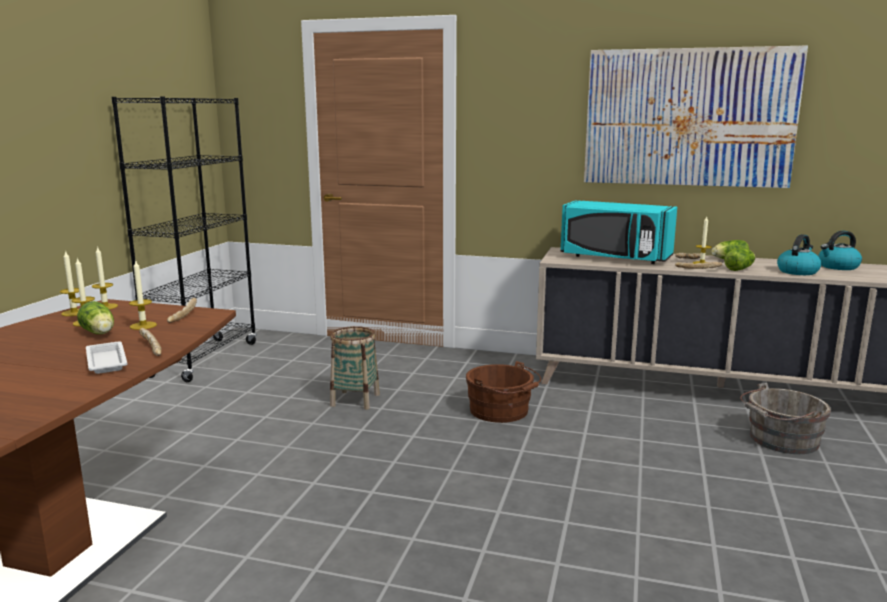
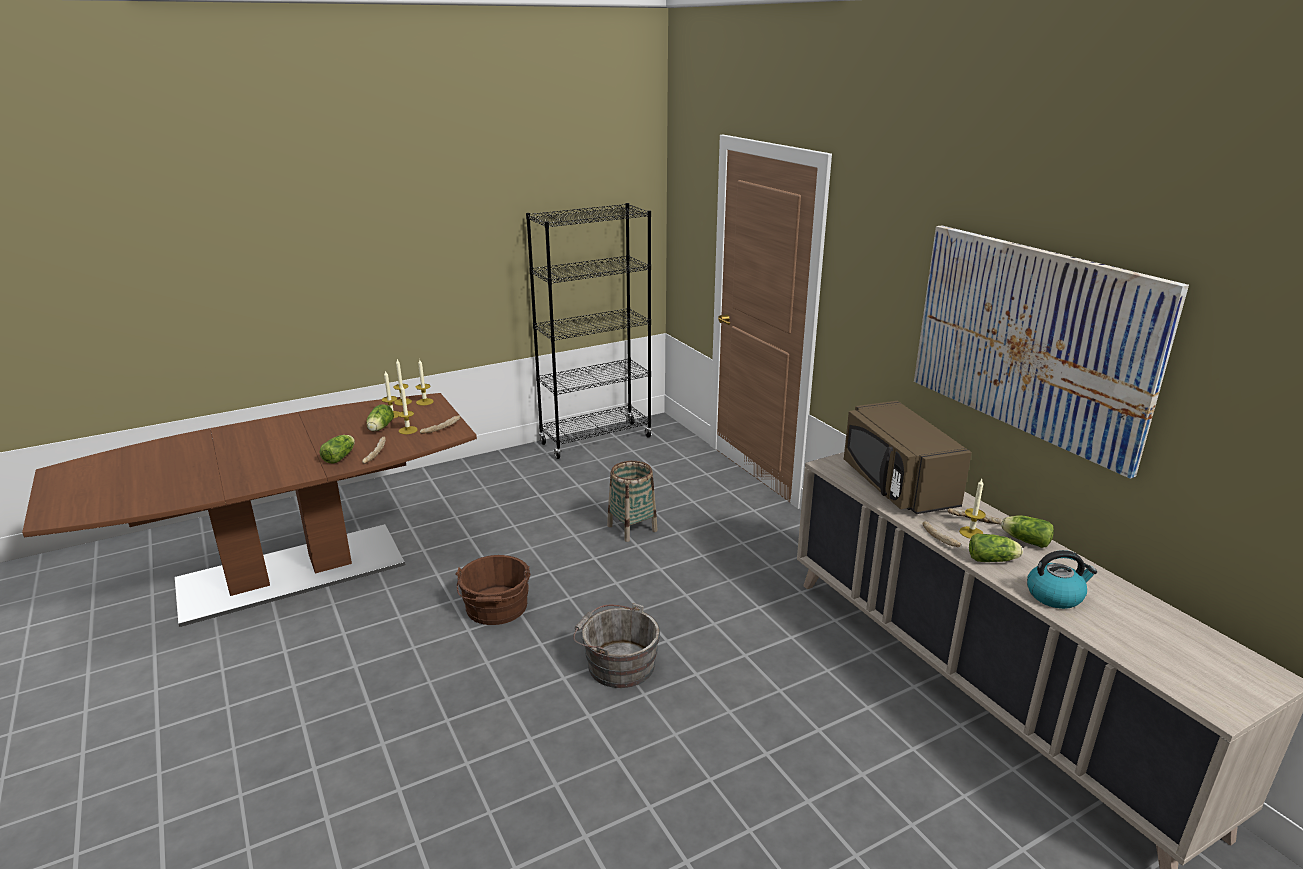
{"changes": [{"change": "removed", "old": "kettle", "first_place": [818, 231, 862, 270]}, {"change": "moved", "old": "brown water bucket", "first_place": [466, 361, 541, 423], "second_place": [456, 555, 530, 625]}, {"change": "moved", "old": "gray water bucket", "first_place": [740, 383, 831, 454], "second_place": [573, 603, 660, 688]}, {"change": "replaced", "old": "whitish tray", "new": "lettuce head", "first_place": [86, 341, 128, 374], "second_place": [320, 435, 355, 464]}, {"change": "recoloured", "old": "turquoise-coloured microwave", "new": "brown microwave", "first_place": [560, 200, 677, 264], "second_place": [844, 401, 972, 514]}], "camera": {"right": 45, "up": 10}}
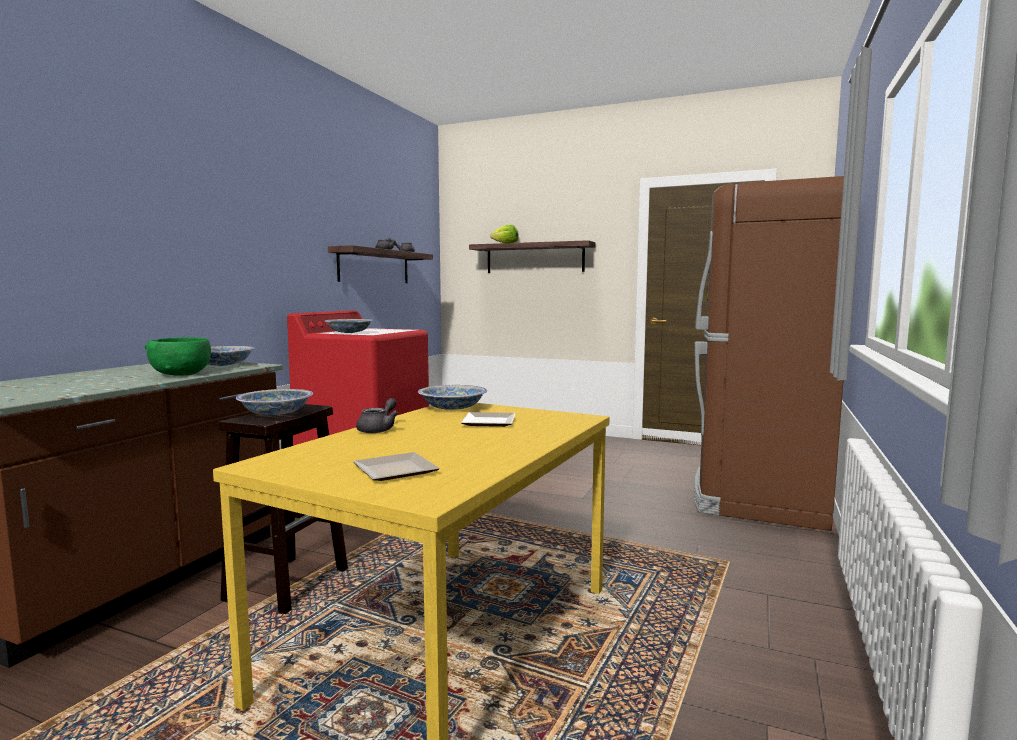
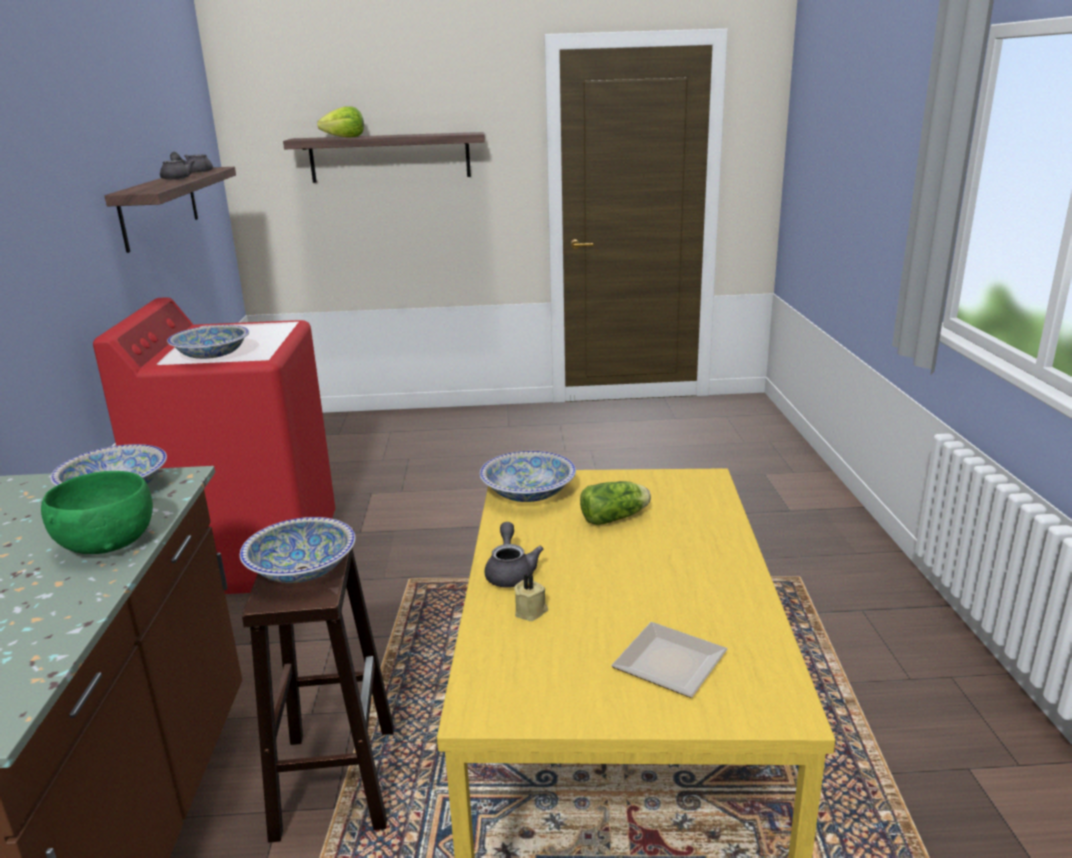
{"changes": [{"change": "removed", "old": "brown refrigerator", "first_place": [694, 176, 844, 531]}, {"change": "added", "new": "beige candle", "second_place": [514, 574, 548, 621]}, {"change": "replaced", "old": "dinner plate", "new": "lettuce head", "first_place": [461, 412, 516, 427], "second_place": [580, 481, 651, 525]}], "camera": {"right": -25, "up": 15}}
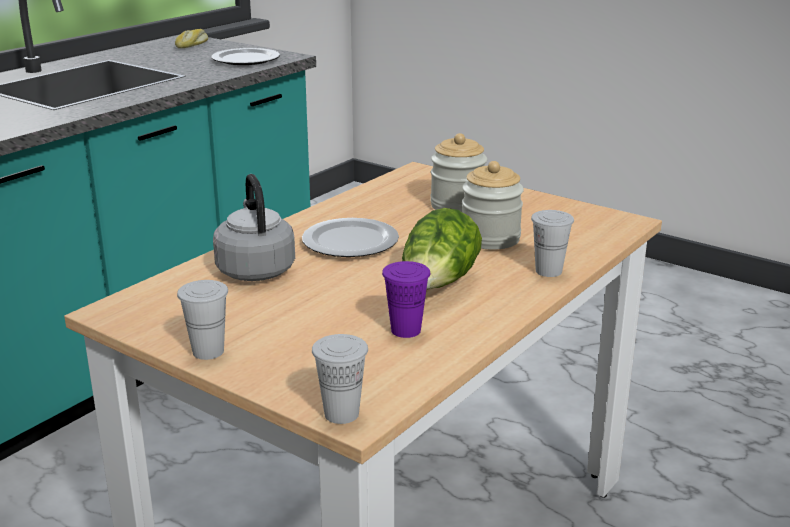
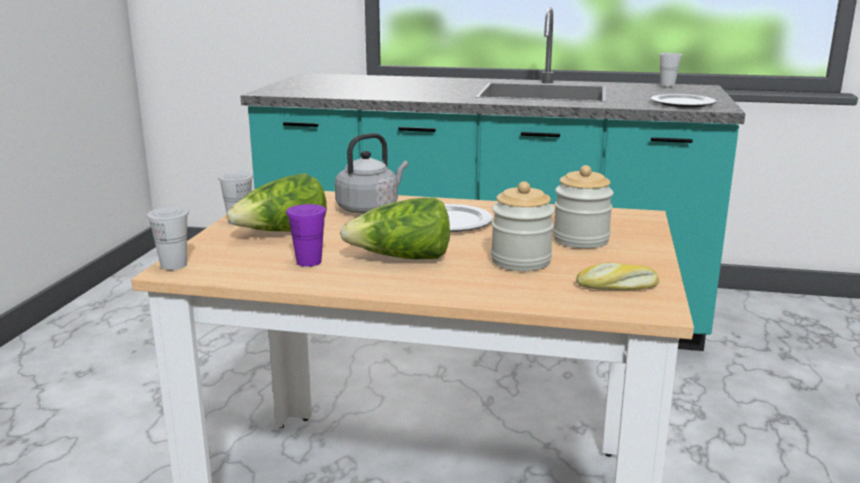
{"changes": [{"change": "added", "new": "lettuce head", "second_place": [227, 173, 327, 232]}, {"change": "moved", "old": "bakery bread", "first_place": [175, 29, 208, 48], "second_place": [576, 263, 659, 290]}, {"change": "moved", "old": "whitish small cup", "first_place": [531, 210, 574, 277], "second_place": [659, 53, 682, 87]}], "camera": {"right": 65, "up": -5}}
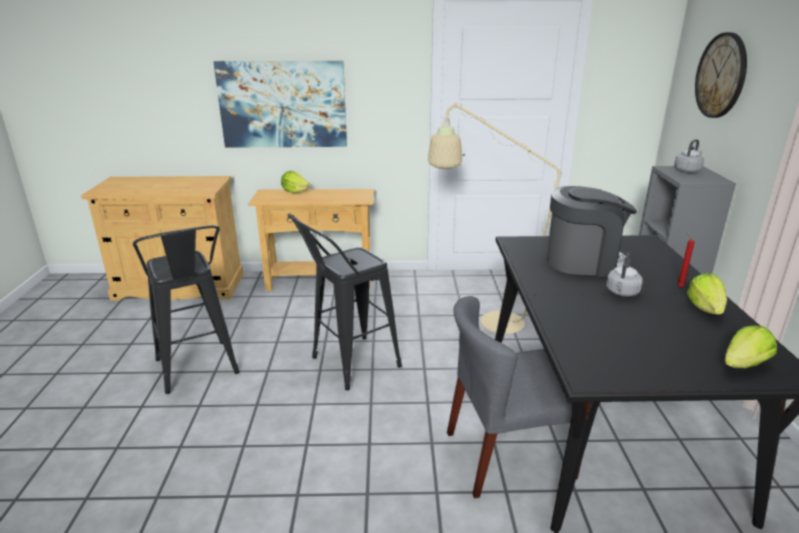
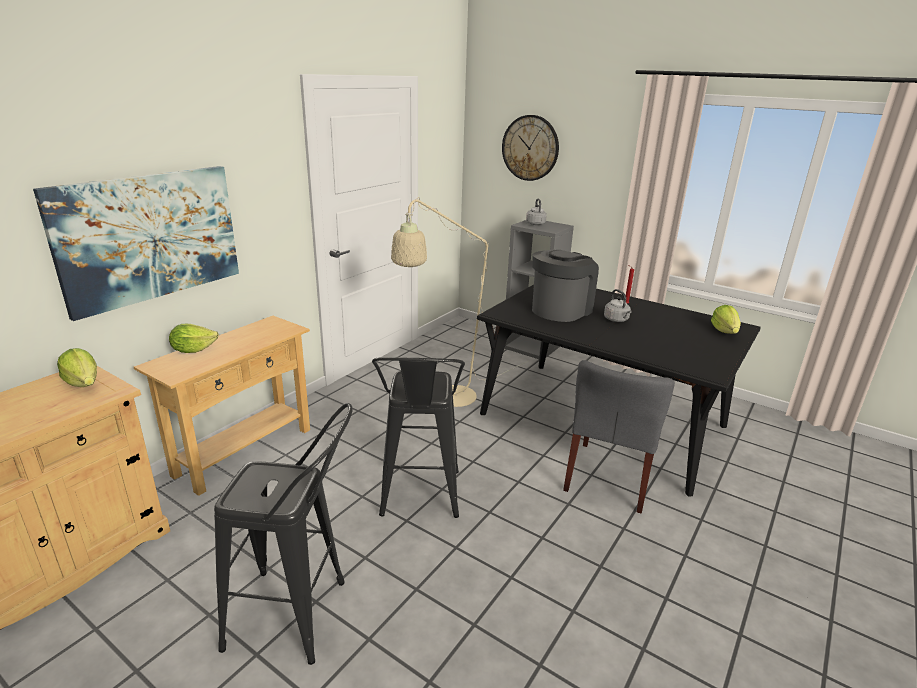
{"changes": [{"change": "moved", "old": "lettuce head", "first_place": [687, 273, 727, 315], "second_place": [57, 348, 97, 387]}], "camera": {"right": -55, "up": 0}}
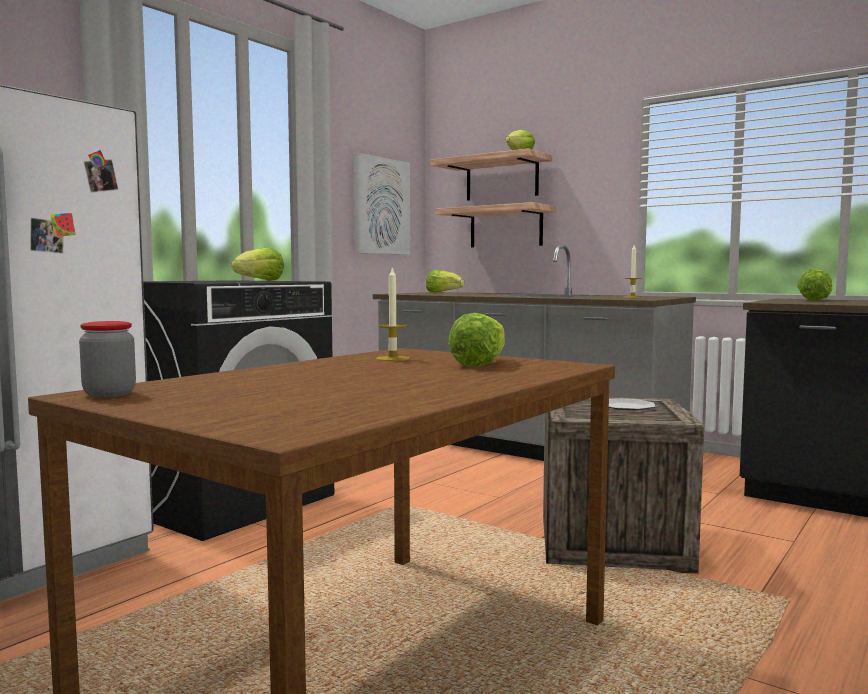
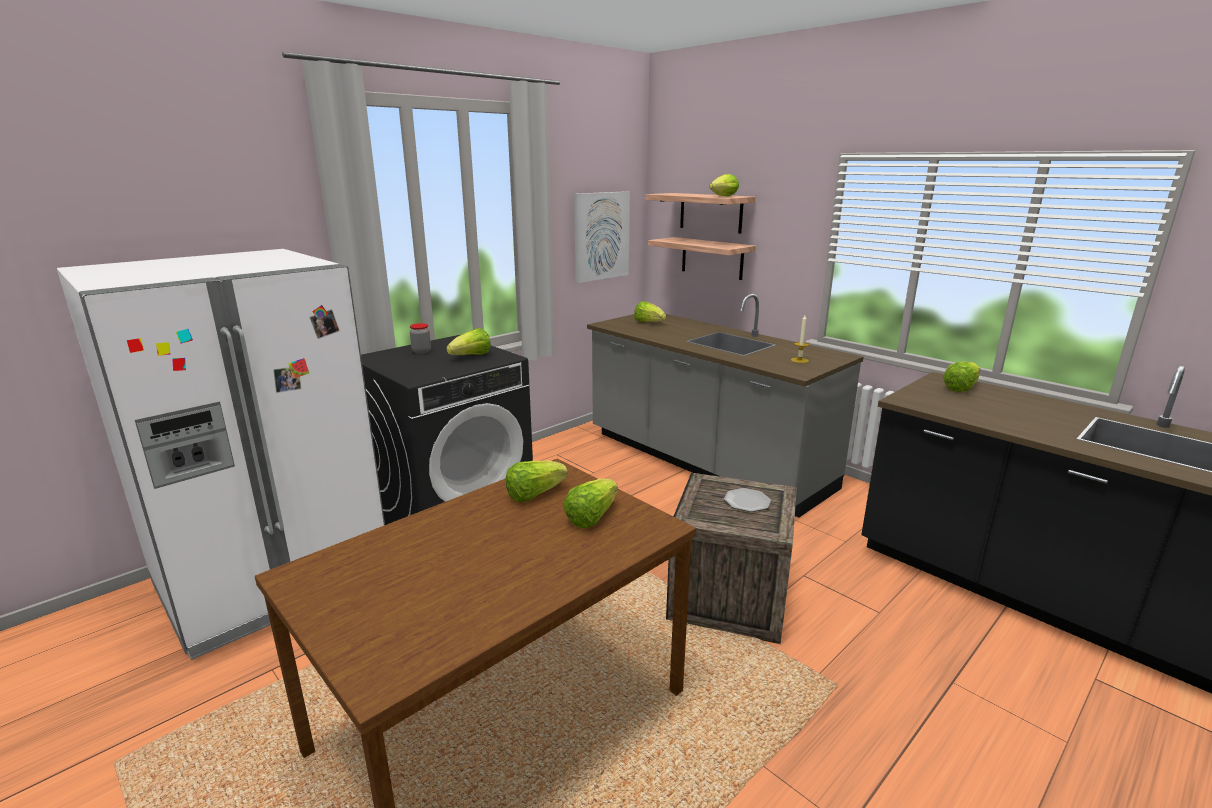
{"changes": [{"change": "moved", "old": "storage jar", "first_place": [79, 321, 136, 397], "second_place": [410, 323, 431, 354]}, {"change": "replaced", "old": "candle", "new": "lettuce head", "first_place": [376, 267, 410, 361], "second_place": [506, 460, 568, 502]}], "camera": {"right": 10, "up": 15}}
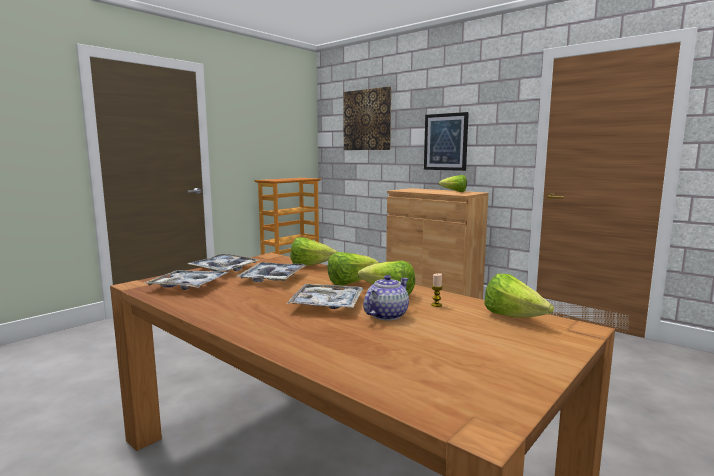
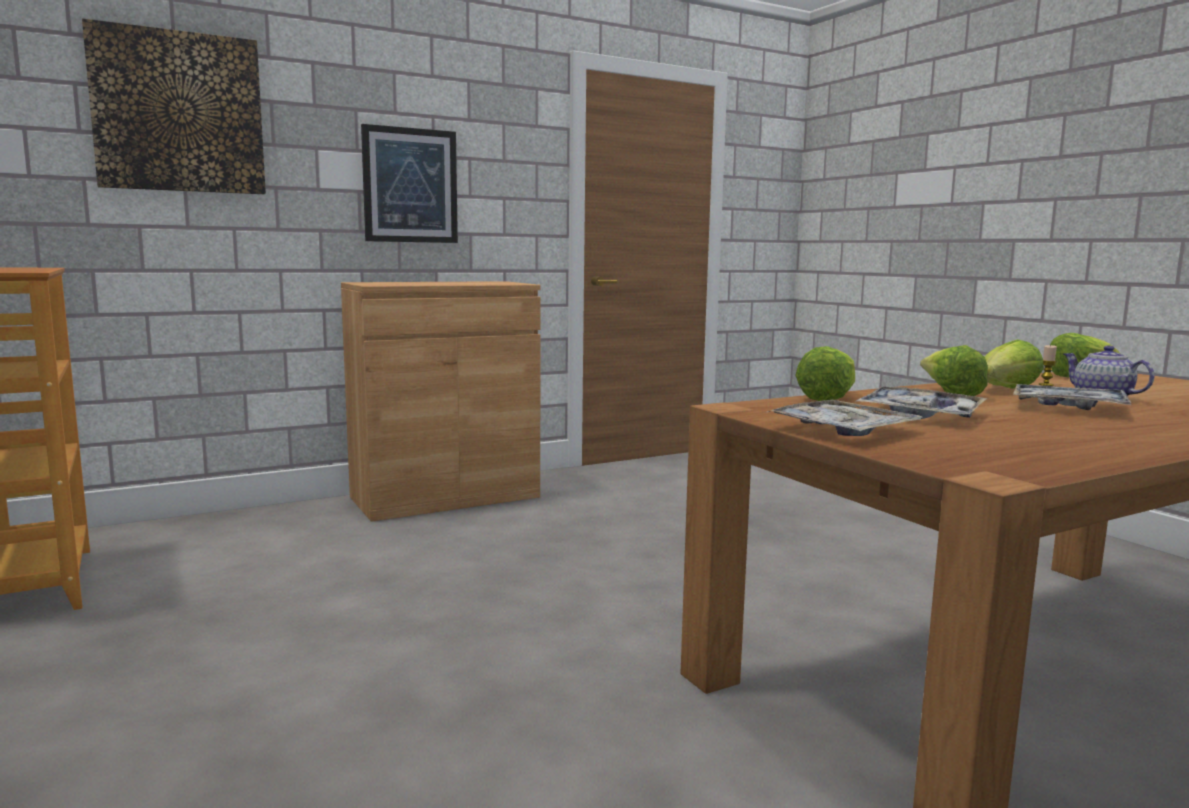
{"changes": [{"change": "removed", "old": "tray", "first_place": [144, 270, 228, 290]}, {"change": "removed", "old": "lettuce head", "first_place": [438, 175, 467, 192]}], "camera": {"right": -70, "up": 0}}
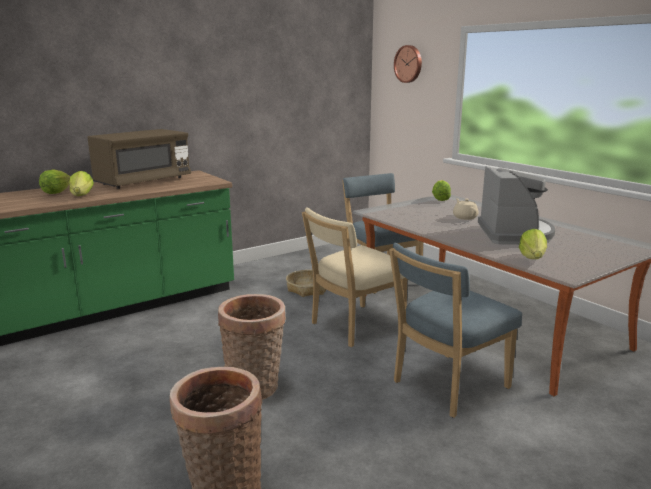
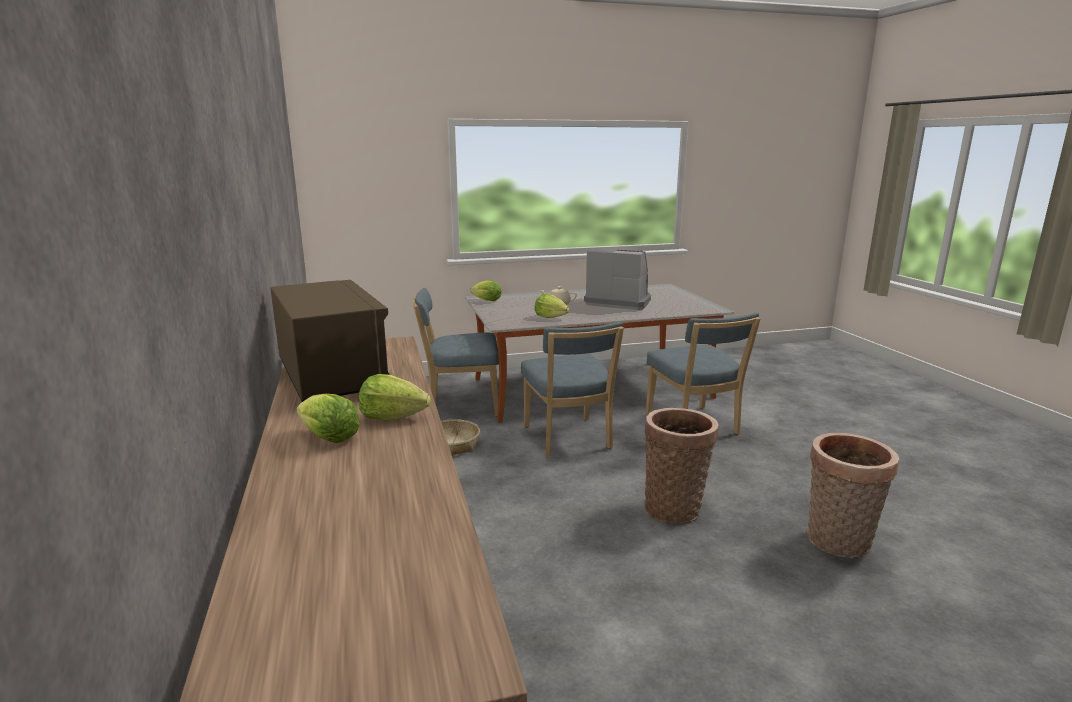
{"changes": [{"change": "removed", "old": "wall clock", "first_place": [394, 45, 422, 83]}, {"change": "moved", "old": "lettuce head", "first_place": [519, 229, 547, 259], "second_place": [535, 294, 570, 318]}, {"change": "recoloured", "old": "beige chair", "new": "bluish chair", "first_place": [302, 207, 407, 347], "second_place": [521, 322, 624, 457]}], "camera": {"right": -70, "up": 0}}
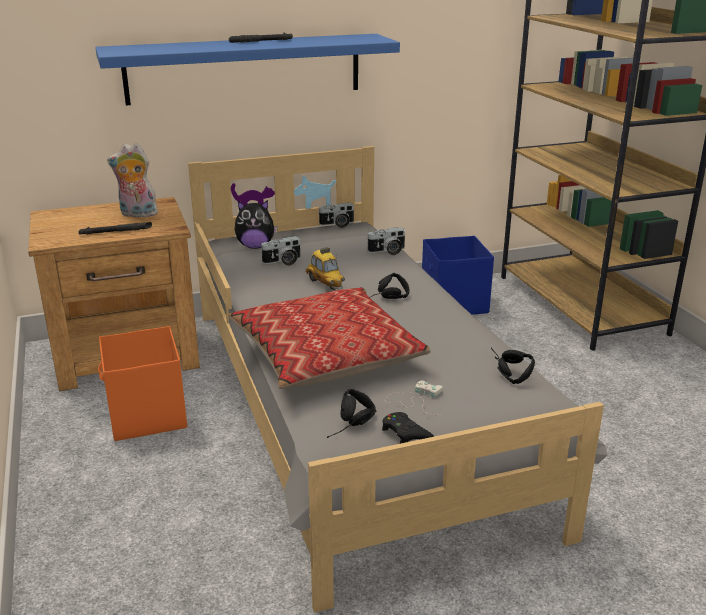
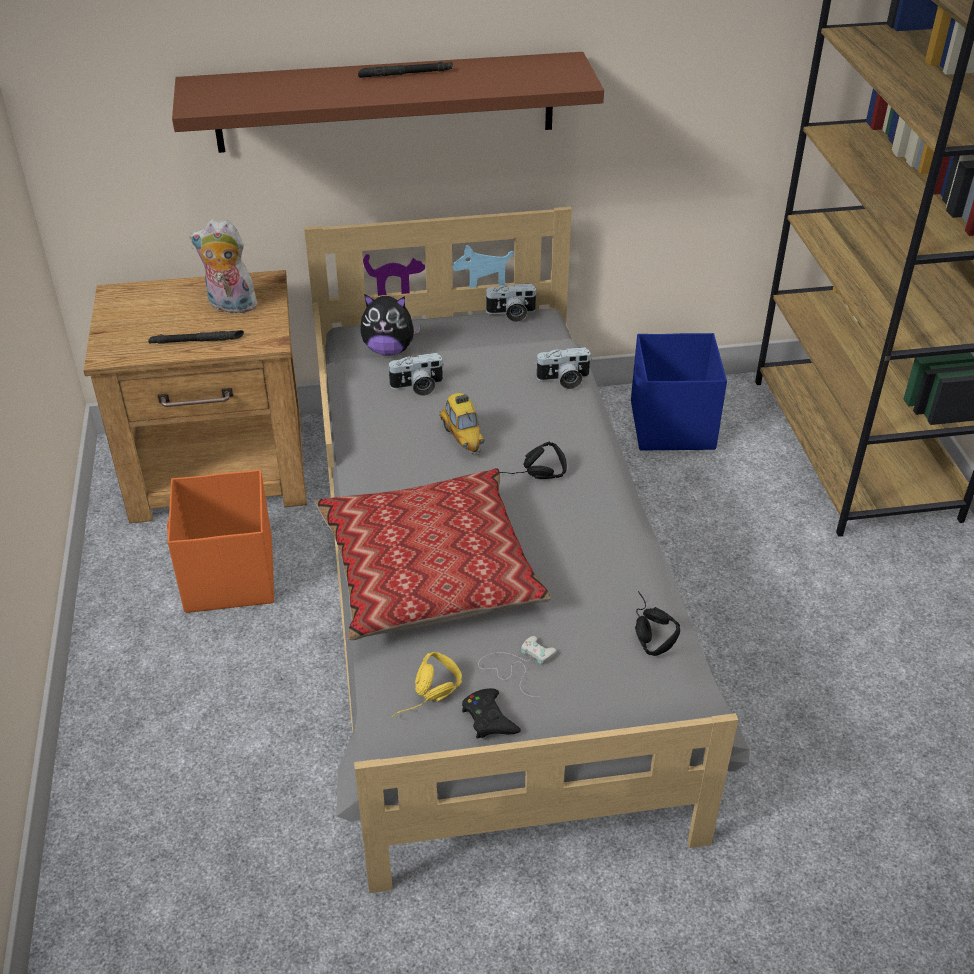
{"changes": [{"change": "recoloured", "old": "bluish wall shelf", "new": "brown wall shelf", "first_place": [95, 34, 400, 106], "second_place": [172, 52, 604, 153]}, {"change": "recoloured", "old": "black headphones", "new": "yellow headphones", "first_place": [327, 389, 377, 438], "second_place": [392, 652, 462, 717]}], "camera": {"right": 10, "up": 15}}
